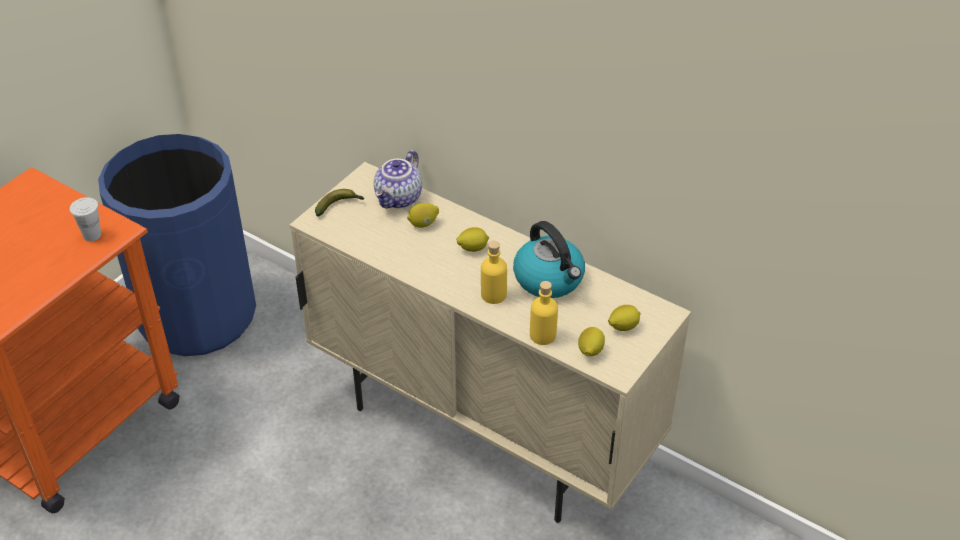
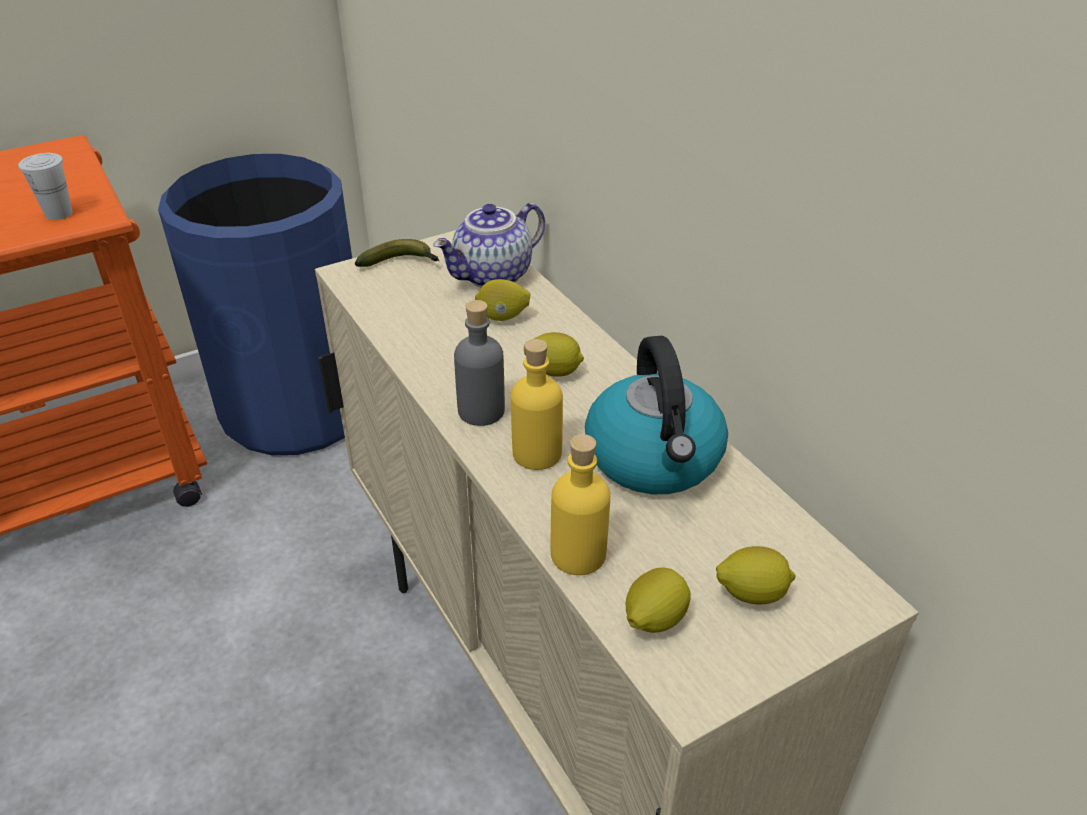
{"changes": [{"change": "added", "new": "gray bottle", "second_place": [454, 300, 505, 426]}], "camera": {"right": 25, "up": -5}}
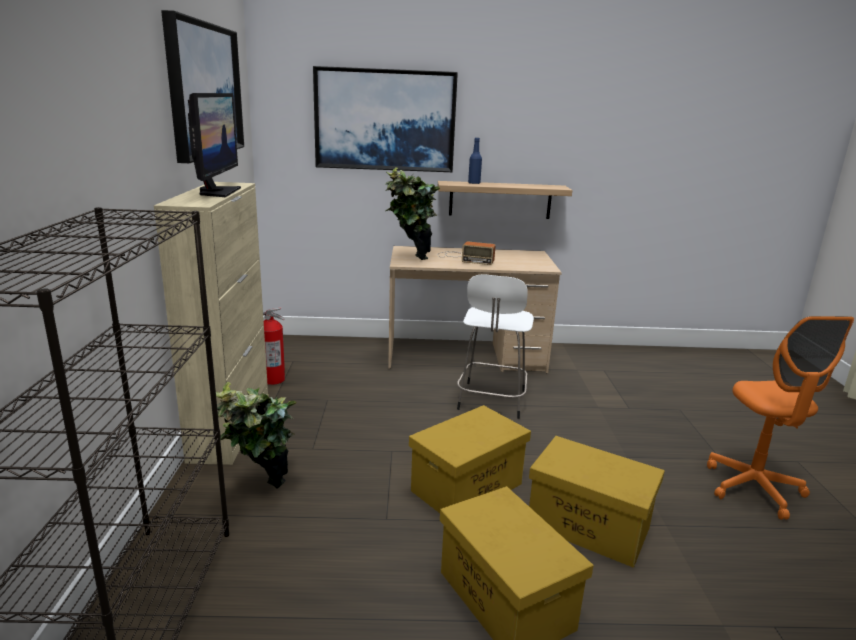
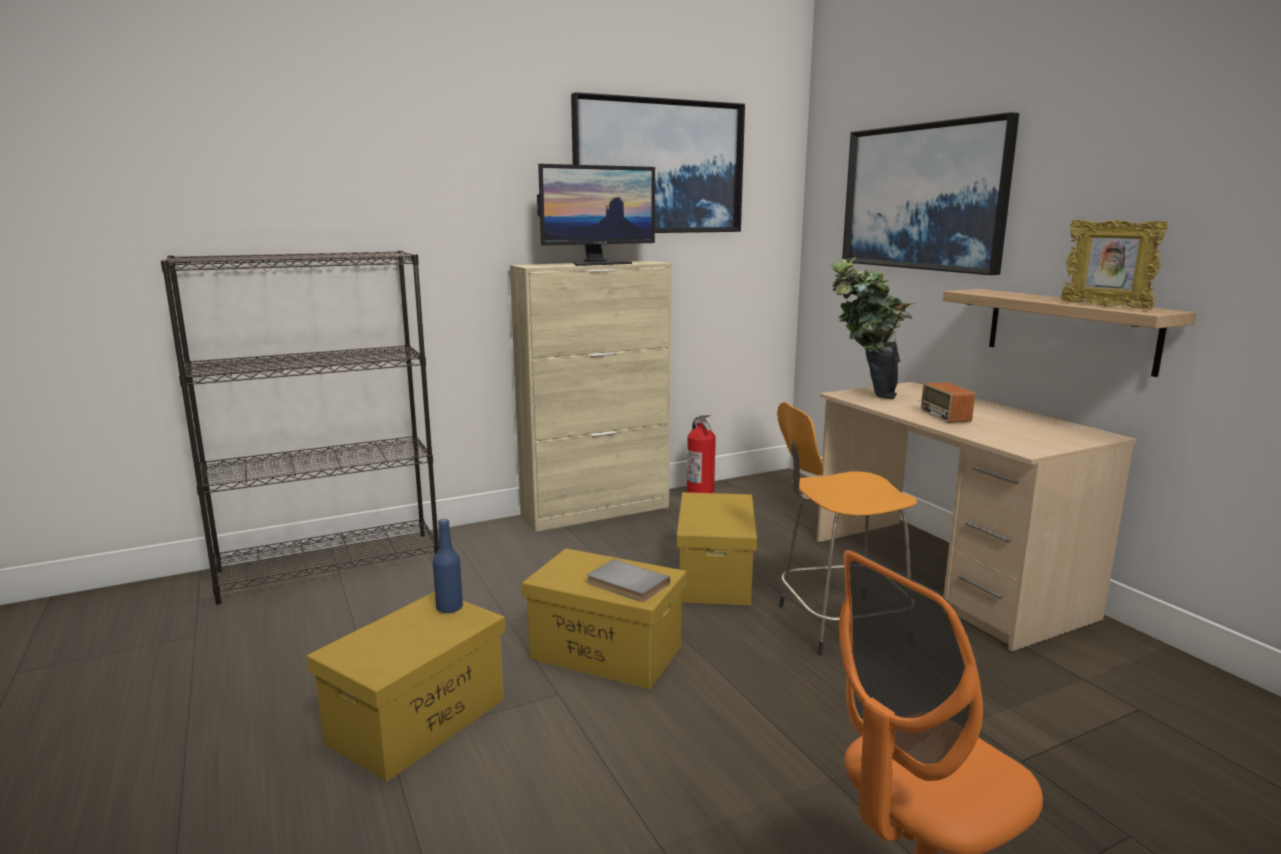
{"changes": [{"change": "removed", "old": "plant in a pot", "first_place": [216, 382, 297, 489]}, {"change": "added", "new": "gray bound book", "second_place": [587, 559, 670, 602]}, {"change": "added", "new": "standing frame", "second_place": [1060, 220, 1168, 309]}, {"change": "moved", "old": "bluish bottle", "first_place": [468, 137, 482, 184], "second_place": [433, 519, 463, 613]}, {"change": "moved", "old": "yellow storage box", "first_place": [529, 436, 665, 568], "second_place": [676, 492, 757, 606]}, {"change": "recoloured", "old": "whitish stool seat", "new": "orange-coloured stool seat", "first_place": [457, 274, 534, 419], "second_place": [777, 402, 917, 655]}], "camera": {"right": 65, "up": -5}}
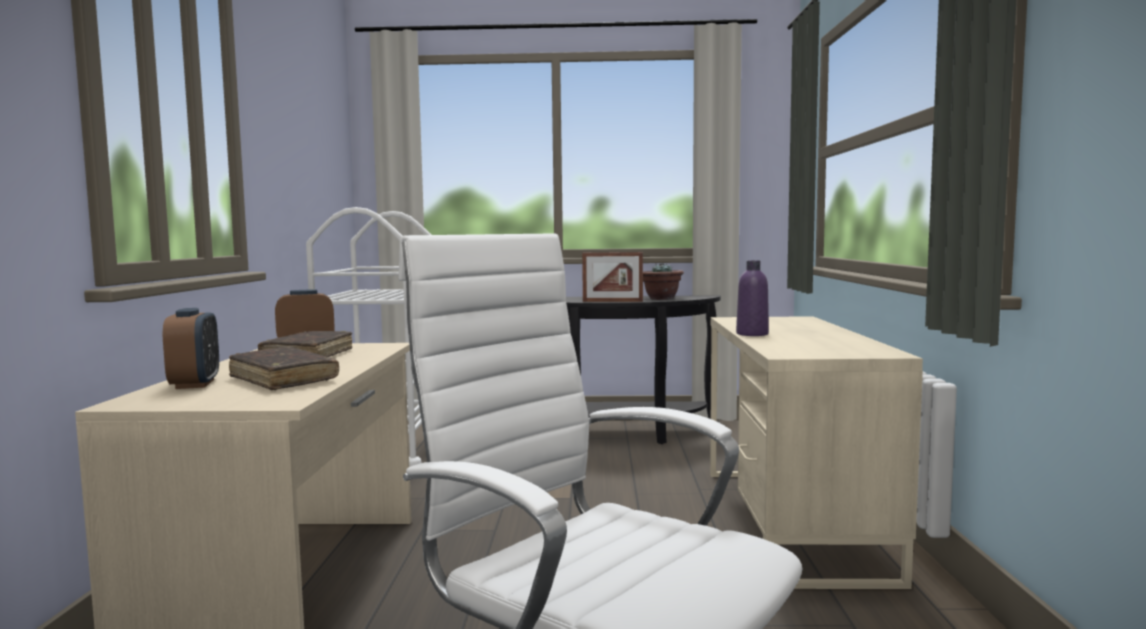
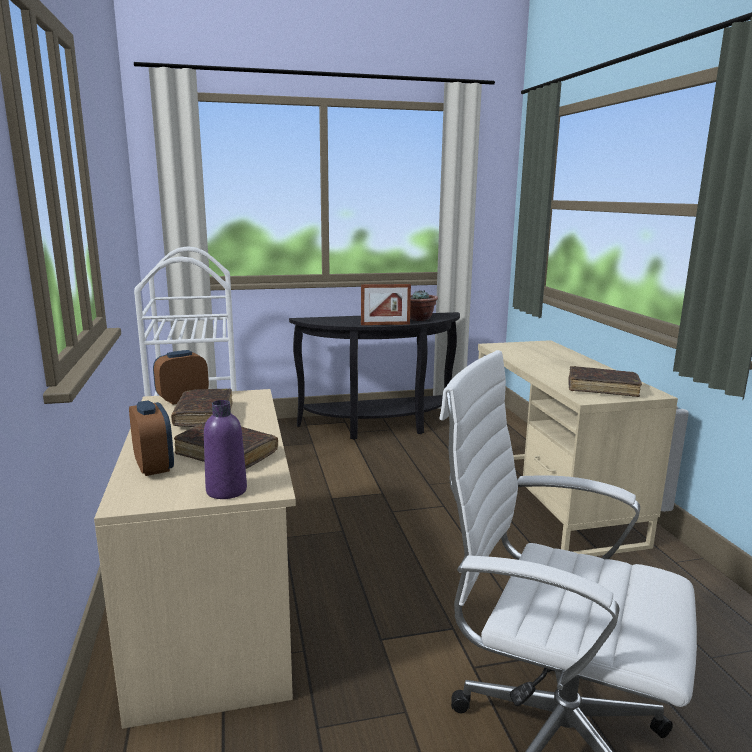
{"changes": [{"change": "added", "new": "brown bound book", "second_place": [568, 366, 642, 397]}, {"change": "moved", "old": "purple-coloured bottle", "first_place": [736, 260, 769, 336], "second_place": [204, 400, 247, 499]}], "camera": {"right": -15, "up": 10}}
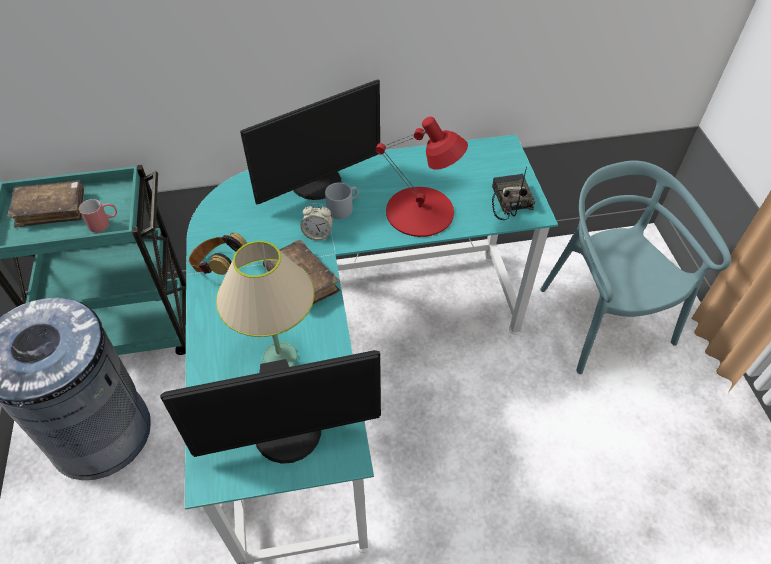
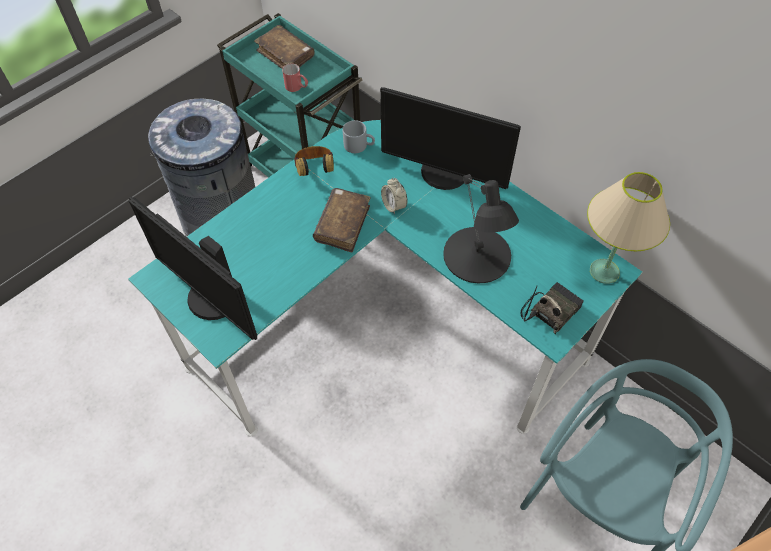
{"changes": [{"change": "moved", "old": "beige table lamp", "first_place": [216, 241, 315, 367], "second_place": [587, 172, 670, 284]}, {"change": "moved", "old": "gray tea mug", "first_place": [325, 183, 359, 219], "second_place": [343, 120, 375, 153]}, {"change": "recoloured", "old": "red table lamp", "new": "black table lamp", "first_place": [375, 117, 468, 237], "second_place": [443, 174, 519, 283]}], "camera": {"right": 55, "up": 5}}
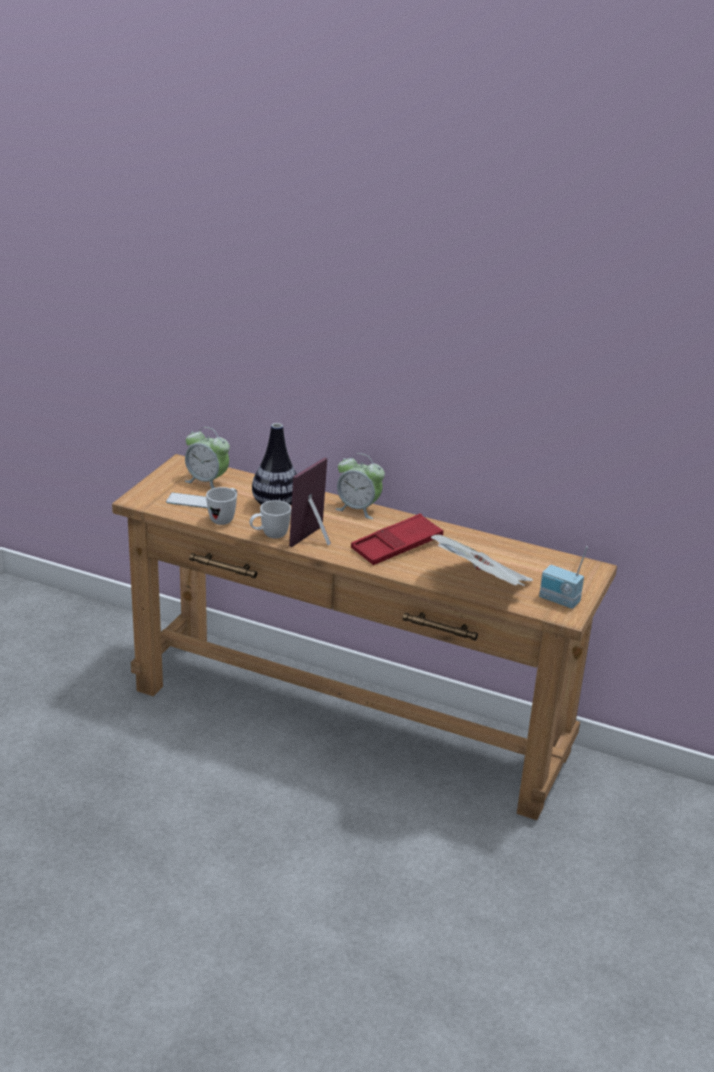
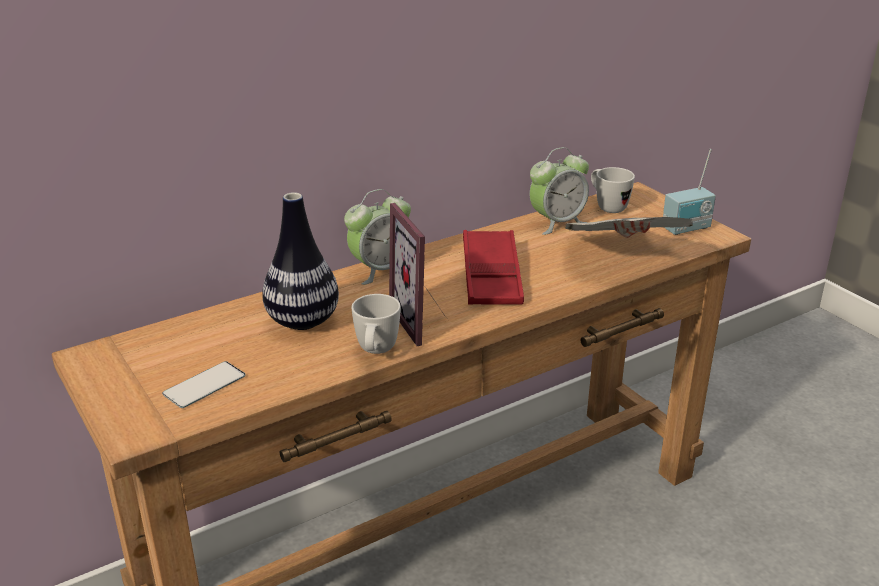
{"changes": [{"change": "moved", "old": "table clock", "first_place": [185, 427, 230, 489], "second_place": [530, 147, 589, 235]}, {"change": "moved", "old": "whitish tea mug", "first_place": [206, 487, 237, 525], "second_place": [591, 167, 635, 213]}], "camera": {"right": -55, "up": 0}}
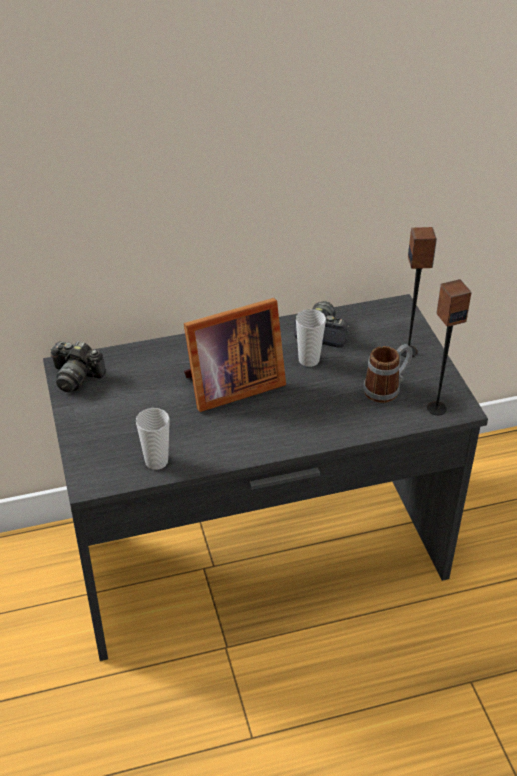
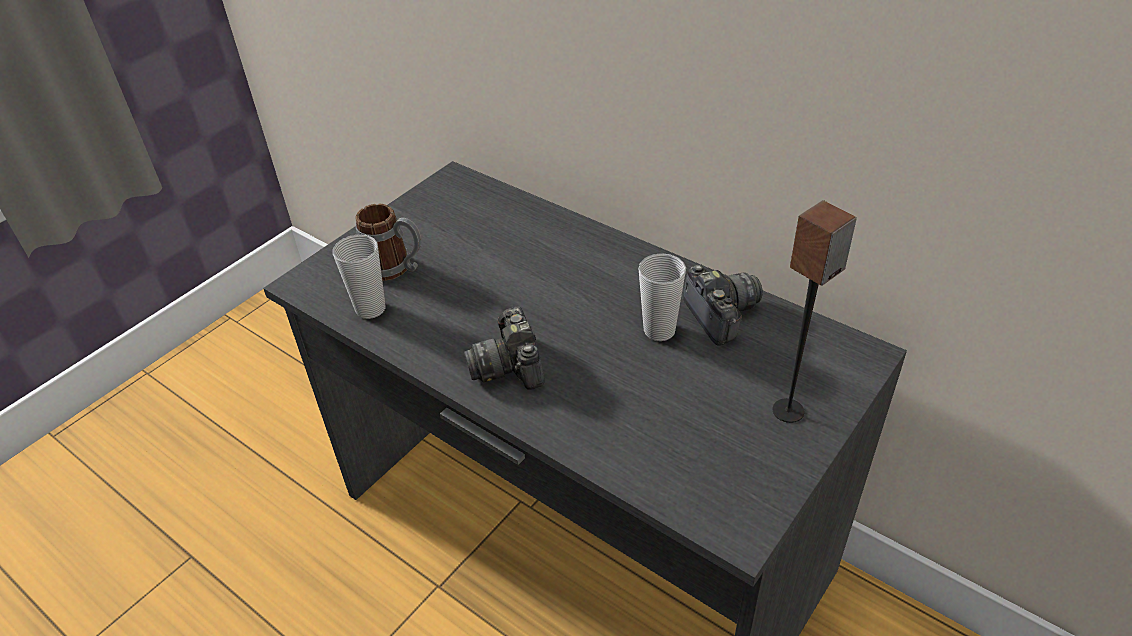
{"changes": [{"change": "removed", "old": "standing frame", "first_place": [184, 298, 286, 412]}, {"change": "removed", "old": "loudspeaker", "first_place": [427, 279, 471, 415]}, {"change": "moved", "old": "still camera", "first_place": [50, 341, 106, 393], "second_place": [464, 306, 544, 390]}, {"change": "moved", "old": "tea mug", "first_place": [363, 344, 412, 403], "second_place": [355, 204, 421, 281]}], "camera": {"right": 55, "up": 0}}
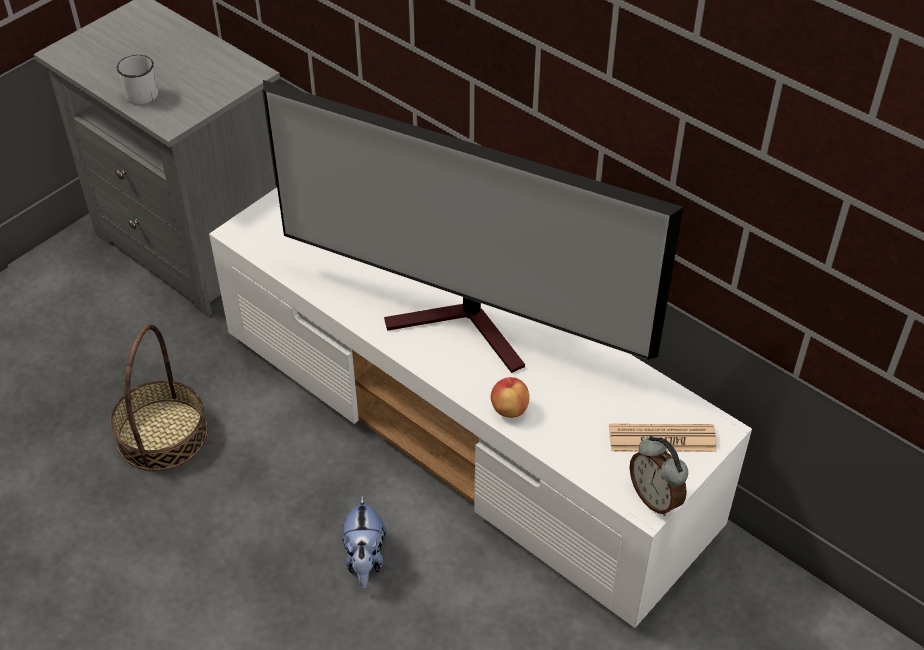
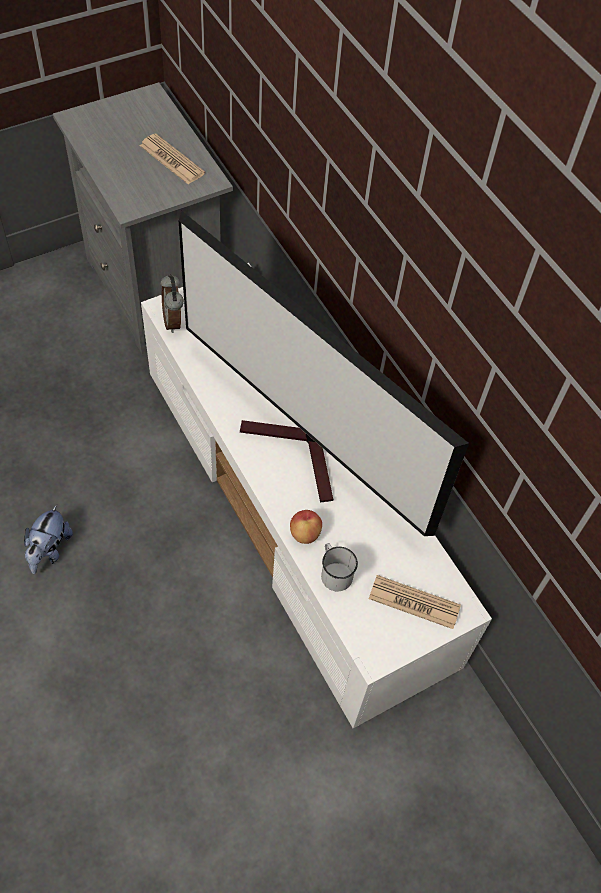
{"changes": [{"change": "removed", "old": "household basket", "first_place": [110, 324, 208, 471]}, {"change": "added", "new": "newspaper", "second_place": [140, 134, 205, 184]}, {"change": "moved", "old": "whitish tea mug", "first_place": [117, 55, 158, 105], "second_place": [321, 543, 358, 591]}, {"change": "moved", "old": "cuddly toy", "first_place": [342, 495, 386, 589], "second_place": [24, 504, 73, 574]}, {"change": "moved", "old": "table clock", "first_place": [629, 436, 688, 516], "second_place": [161, 274, 184, 333]}], "camera": {"right": 15, "up": 10}}
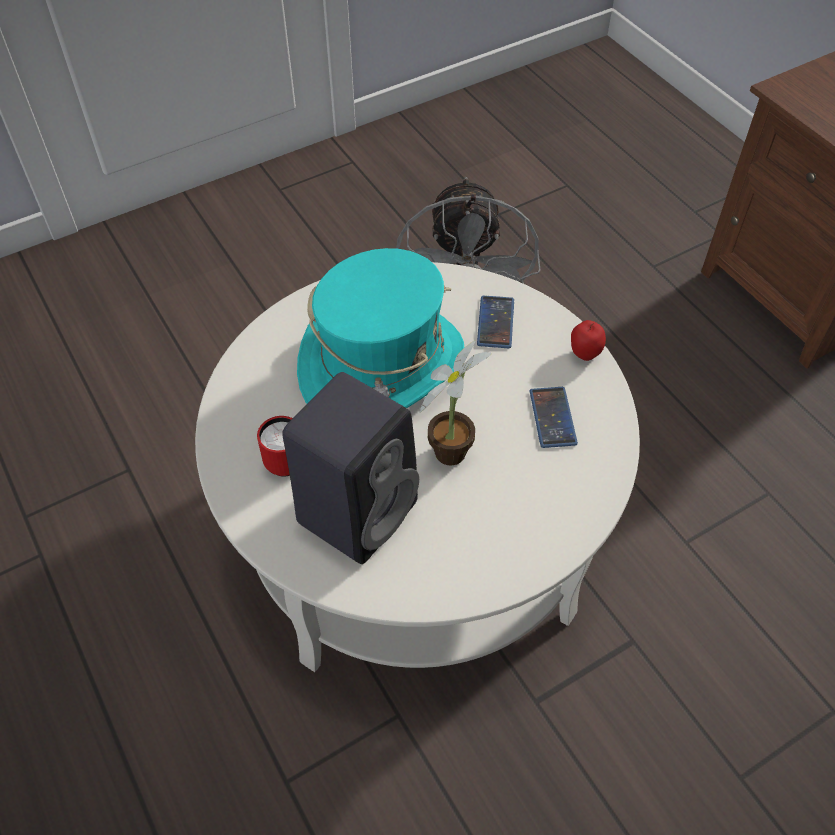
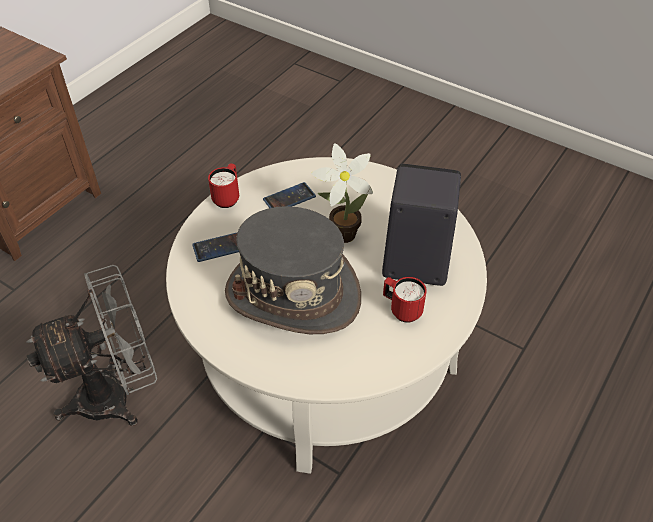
{"changes": [{"change": "replaced", "old": "apple", "new": "red tea mug", "first_place": [571, 320, 606, 361], "second_place": [208, 163, 239, 208]}, {"change": "recoloured", "old": "turquoise-coloured wearable hat", "new": "gray wearable hat", "first_place": [297, 248, 464, 408], "second_place": [225, 206, 361, 334]}], "camera": {"right": -115, "up": -5}}
